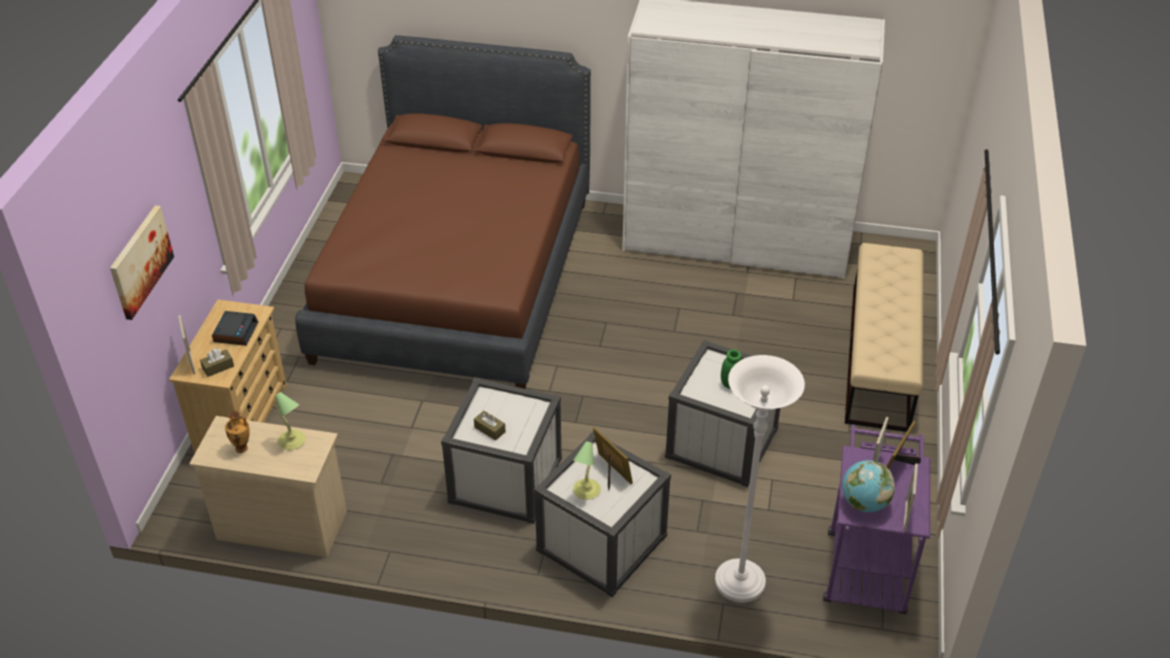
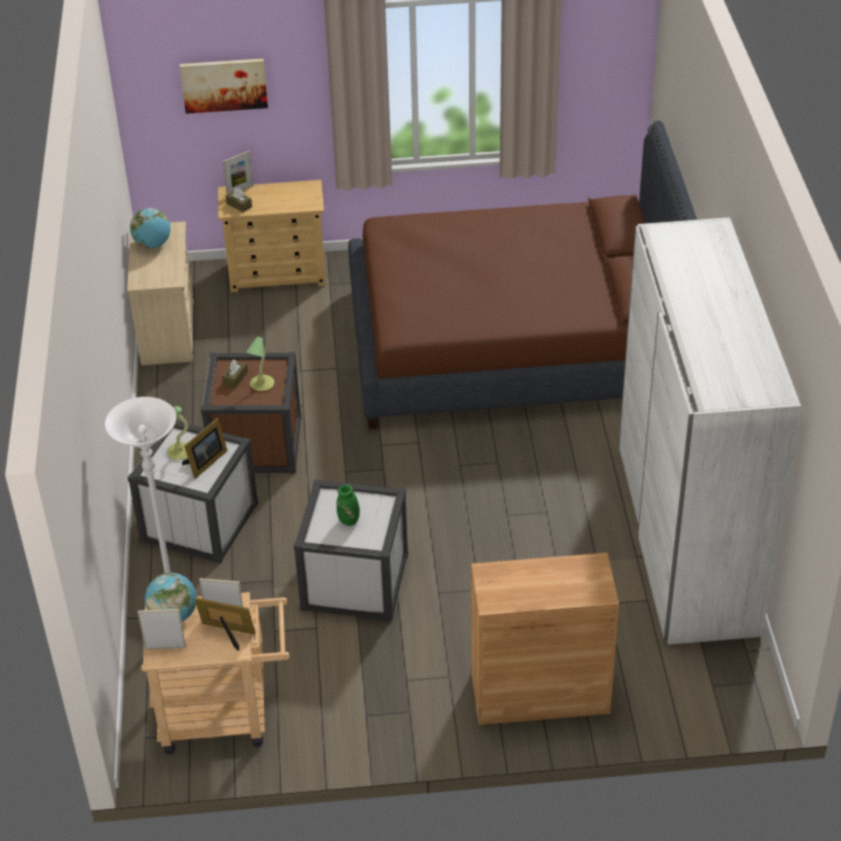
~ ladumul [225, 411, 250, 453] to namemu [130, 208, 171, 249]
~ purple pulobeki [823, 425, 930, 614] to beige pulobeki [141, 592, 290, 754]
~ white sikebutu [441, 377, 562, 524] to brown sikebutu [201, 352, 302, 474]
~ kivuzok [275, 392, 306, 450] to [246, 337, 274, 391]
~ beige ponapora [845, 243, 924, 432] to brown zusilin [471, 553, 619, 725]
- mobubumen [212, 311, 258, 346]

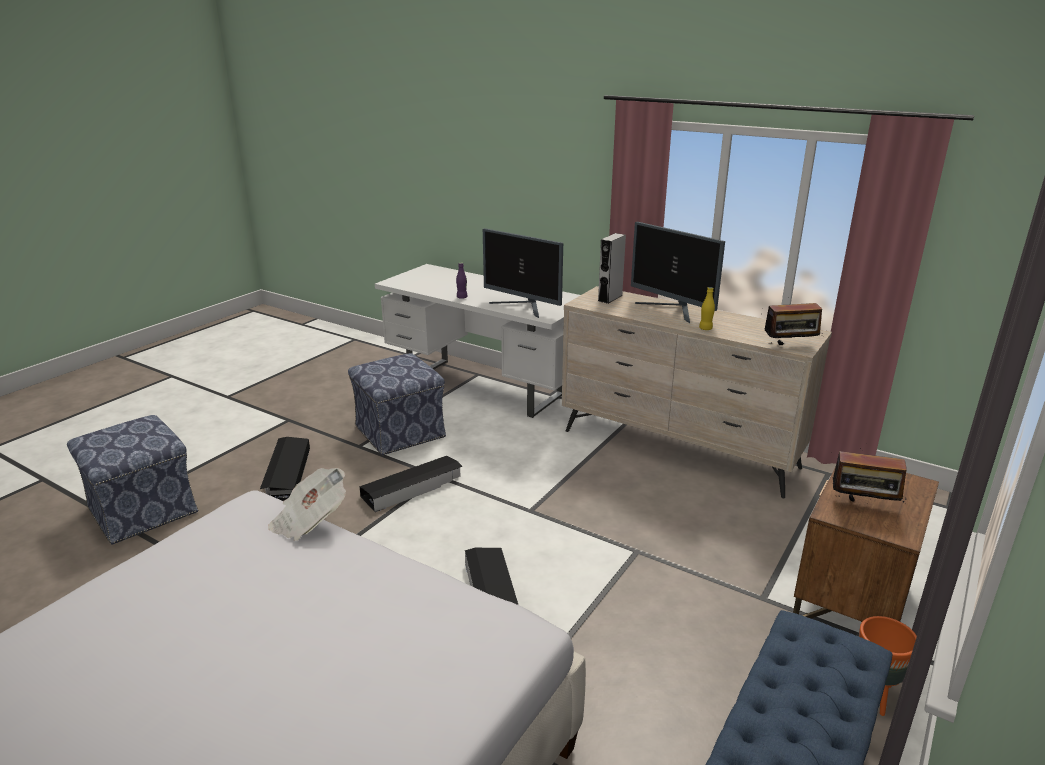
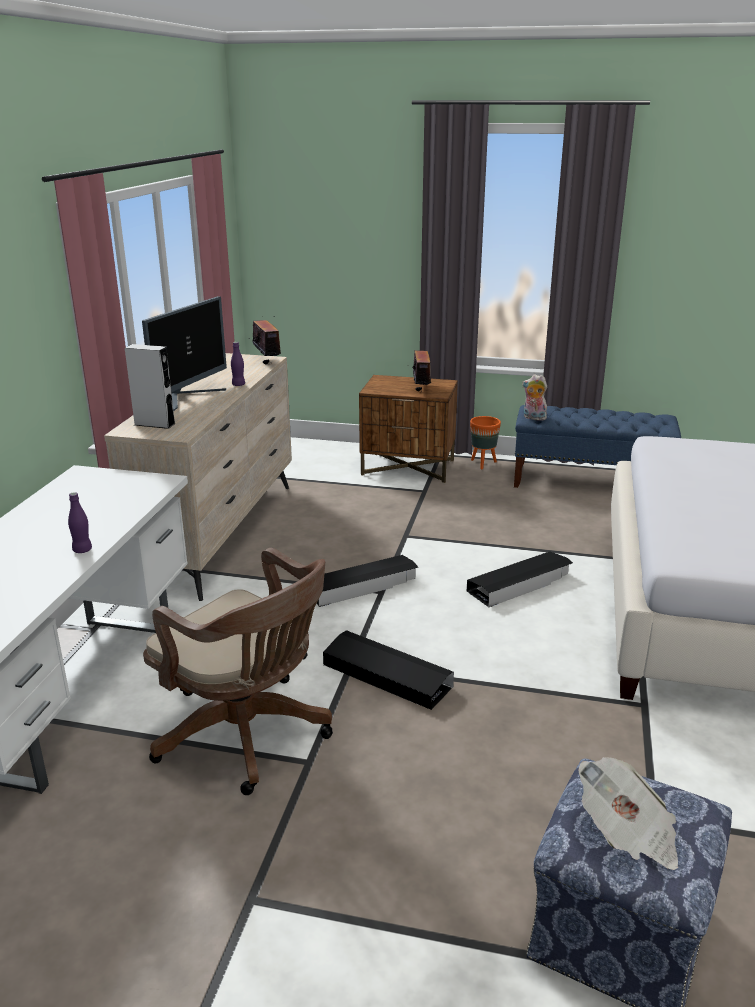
~ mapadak [348, 353, 446, 455] to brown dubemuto [143, 548, 333, 795]
~ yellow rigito [699, 287, 715, 330] to purple rigito [231, 342, 245, 386]
~ black sikebutu [260, 437, 310, 501] to [317, 555, 419, 607]
+ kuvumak [522, 374, 547, 421]
~ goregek [268, 468, 346, 541] to [578, 757, 678, 870]
- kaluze [483, 228, 563, 318]

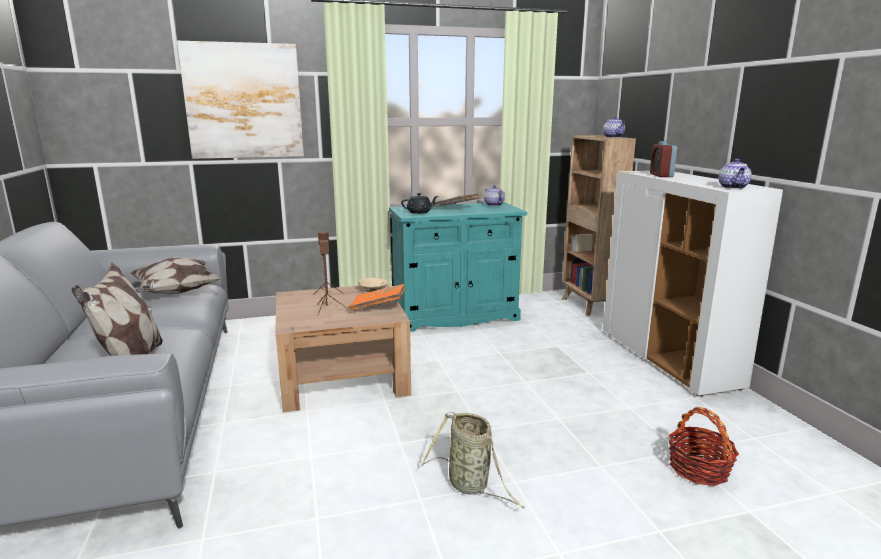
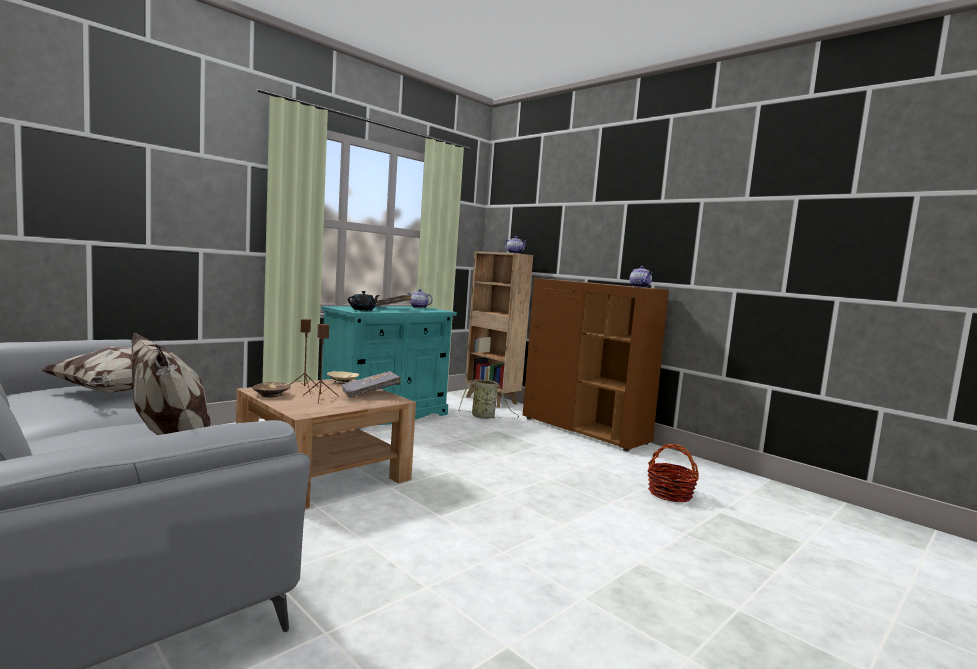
+ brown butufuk [252, 382, 291, 397]
~ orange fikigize [349, 284, 406, 311] to grey fikigize [342, 371, 401, 398]
~ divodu [421, 412, 525, 508] to [459, 379, 519, 419]
~ white zusilin [603, 170, 783, 397] to brown zusilin [523, 278, 669, 451]
- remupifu [177, 41, 304, 159]
- mobubumen [650, 141, 677, 177]

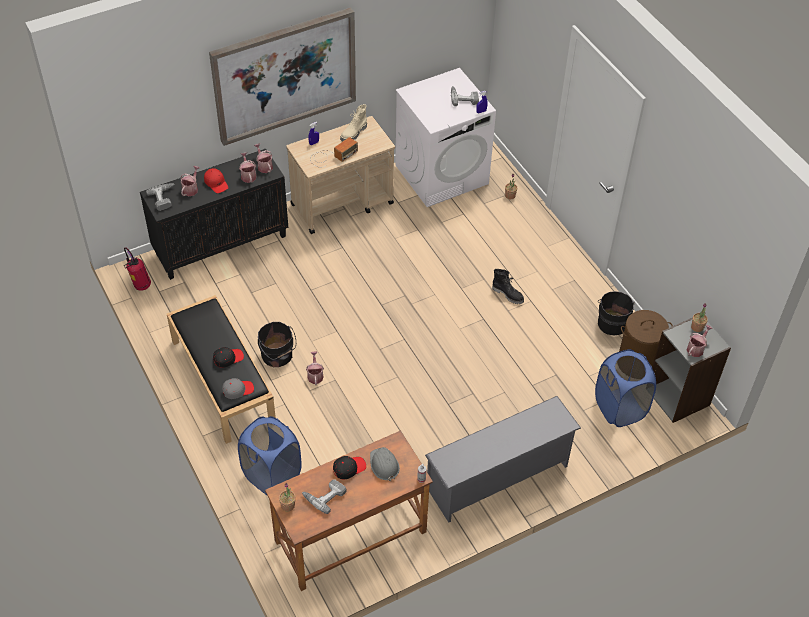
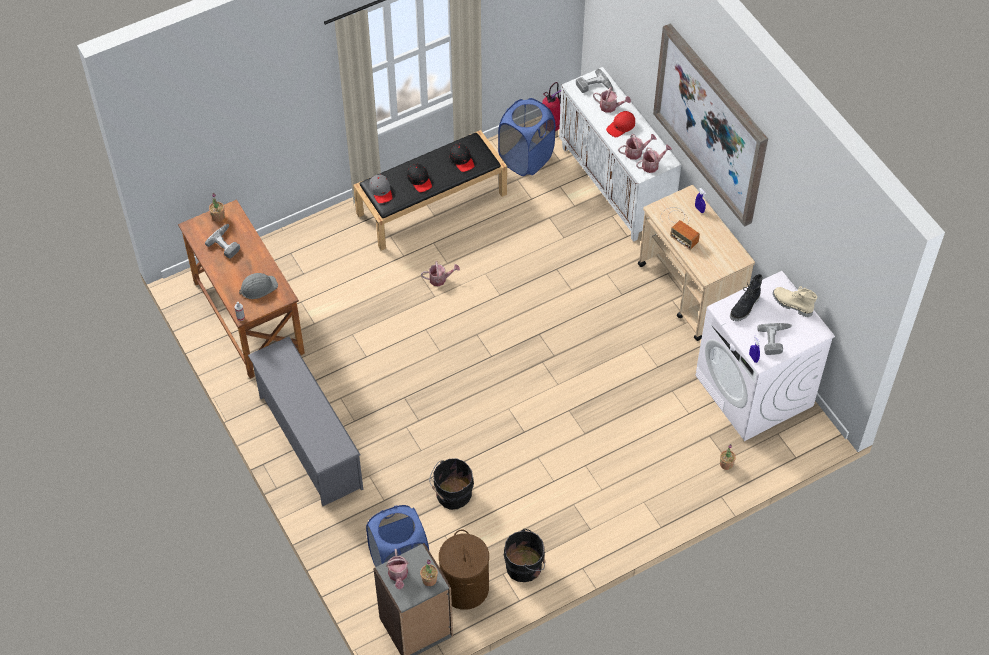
~ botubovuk [687, 325, 713, 357] = [386, 549, 408, 589] 45 degrees clockwise
~ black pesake [258, 322, 296, 367] to [429, 458, 474, 510]
~ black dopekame [333, 456, 366, 479] to [450, 144, 475, 172]
~ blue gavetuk [238, 416, 302, 495] to [498, 98, 555, 176]
~ black zusilin [140, 149, 288, 280] to white zusilin [559, 67, 681, 242]
~ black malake [492, 269, 524, 304] to [730, 274, 762, 321]
~ beige malake [340, 104, 367, 141] to [773, 286, 817, 317]

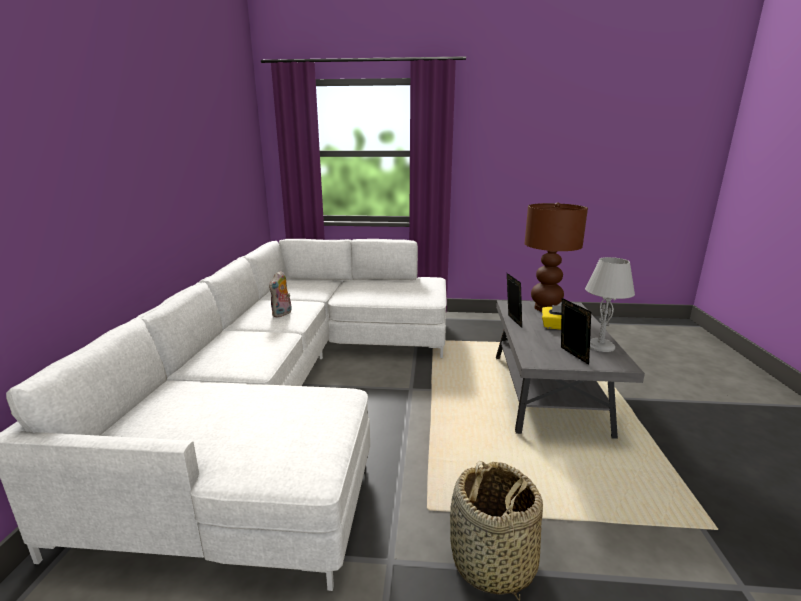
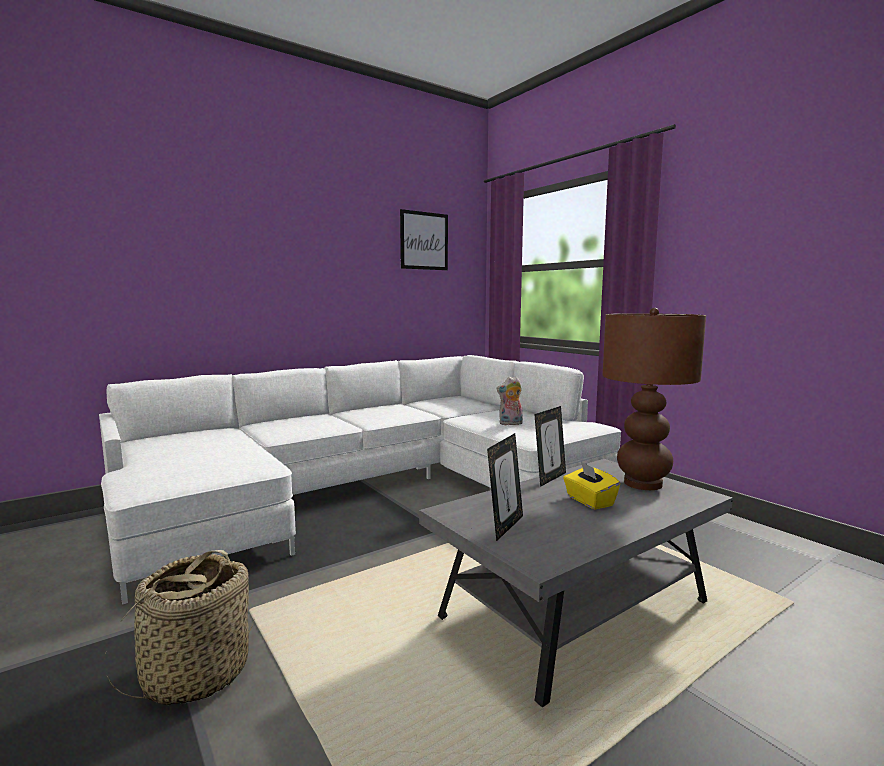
+ remupifu [400, 209, 448, 270]
~ kuvumak [269, 270, 292, 318] to [496, 376, 523, 425]
- grey kivuzok [585, 257, 635, 352]

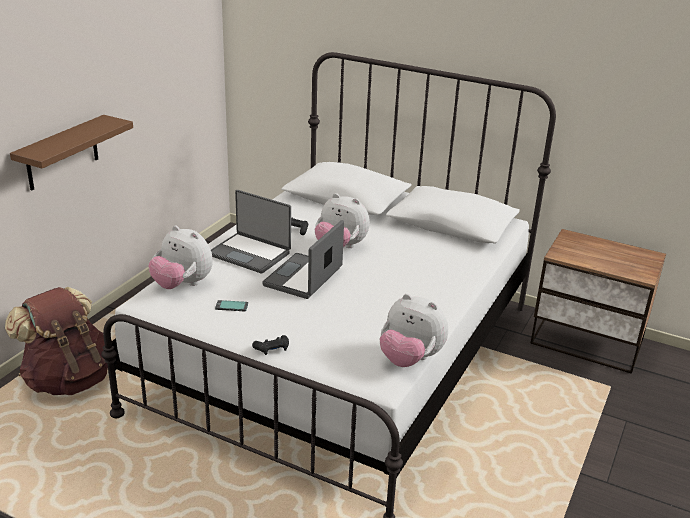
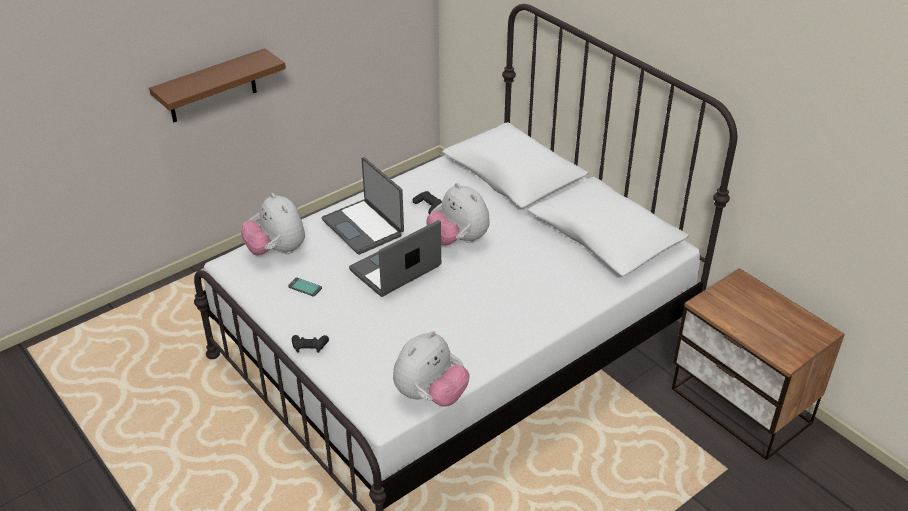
~ kuvumak [380, 294, 448, 367] = [393, 331, 470, 407] 105 degrees counterclockwise
- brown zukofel [5, 287, 112, 395]

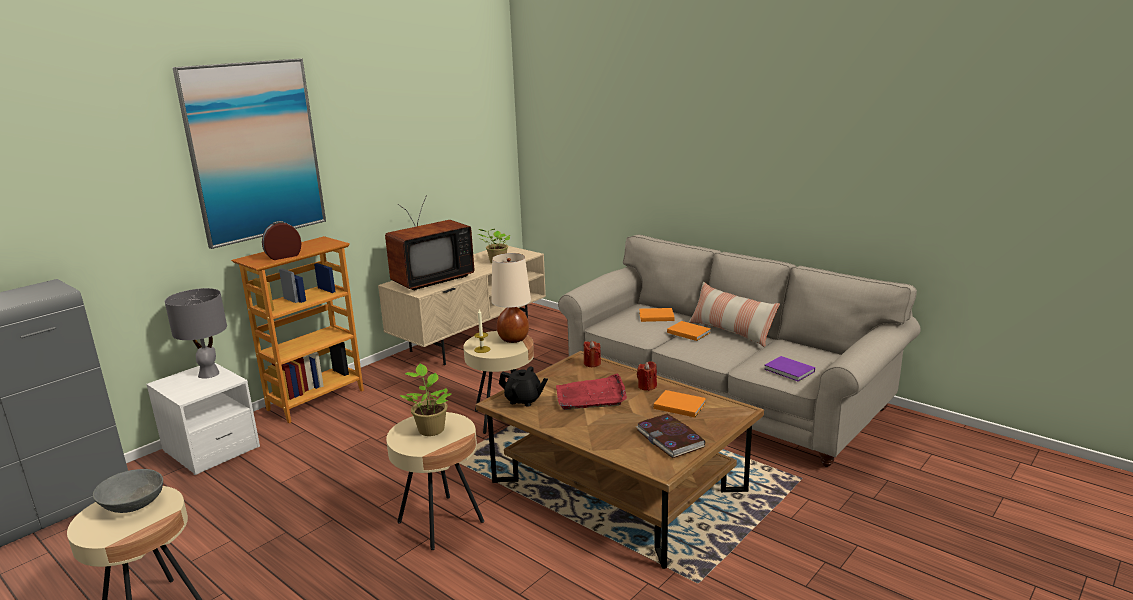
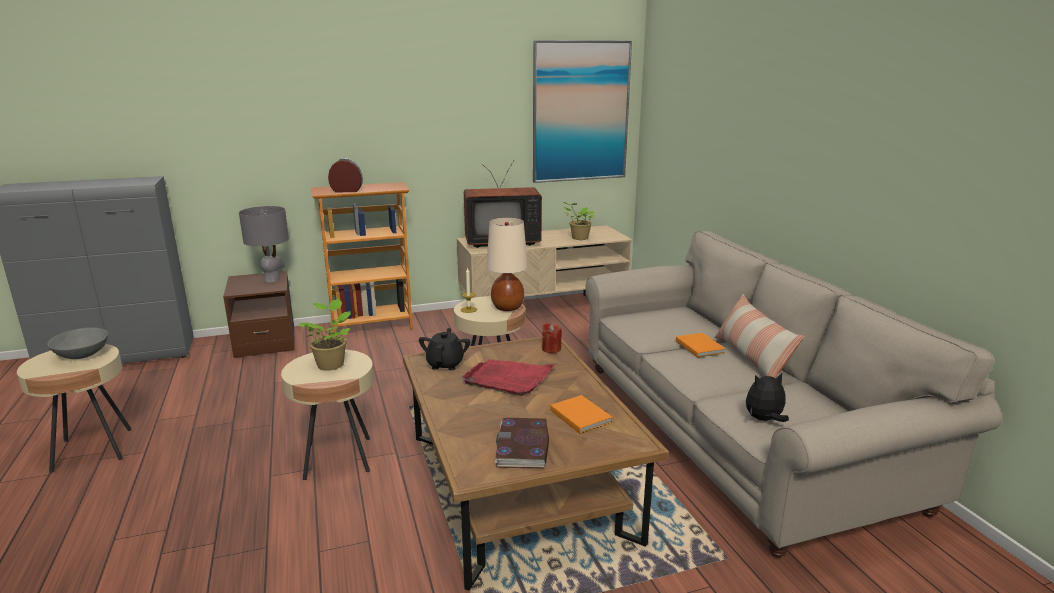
~ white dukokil [146, 363, 260, 475] to brown dukokil [223, 271, 295, 358]
~ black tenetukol [499, 367, 548, 407] = [419, 328, 470, 370] 135 degrees counterclockwise
~ remupifu [172, 58, 326, 249] to [533, 40, 632, 183]
~ purple fikigize [764, 356, 815, 381] to kuvumak [746, 373, 789, 422]
- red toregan [637, 361, 657, 391]
- orange fikigize [639, 308, 675, 322]

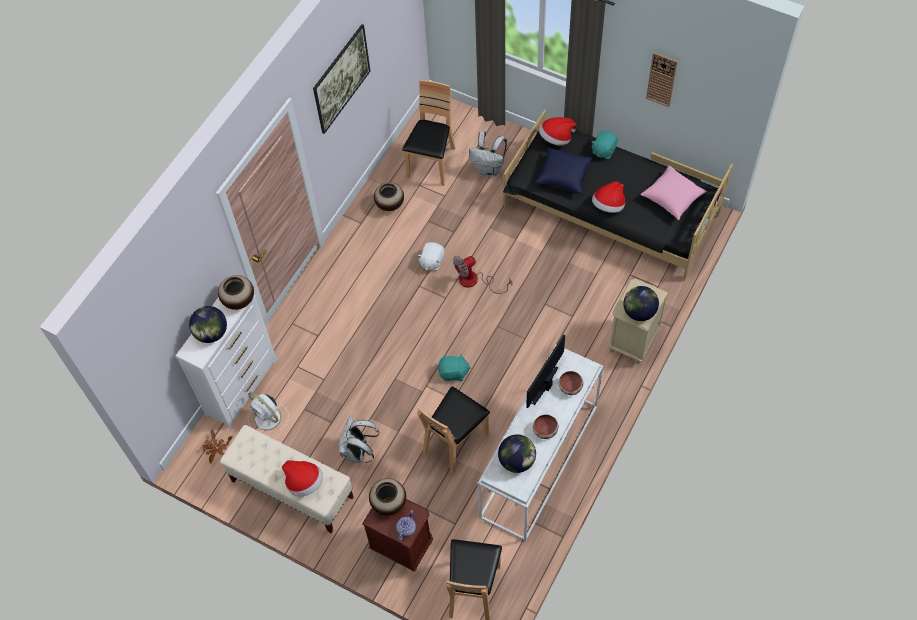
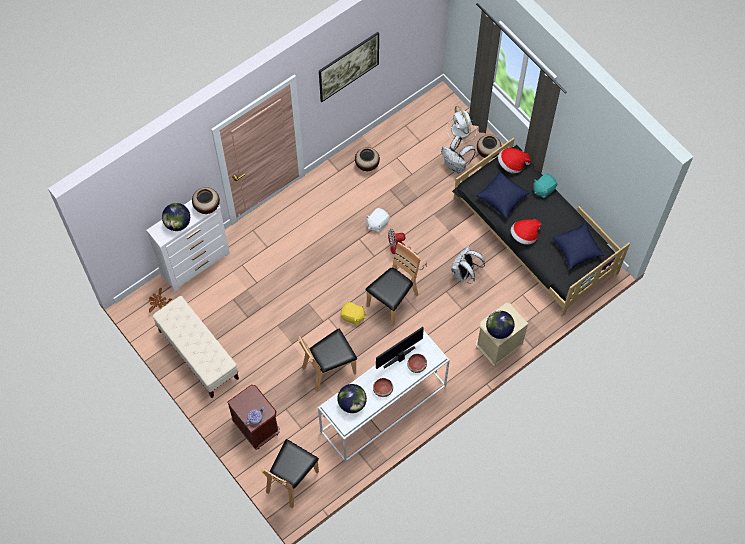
~ turquoise kuvumak [438, 354, 471, 381] to yellow kuvumak [341, 302, 366, 325]
~ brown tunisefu [402, 80, 456, 186] to [365, 242, 421, 326]
~ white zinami [248, 392, 289, 437] to [447, 106, 477, 143]
~ white zukofel [339, 416, 379, 463] to [451, 245, 485, 283]
~ ladumul [369, 478, 406, 516] to [477, 135, 502, 159]
~ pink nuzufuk [640, 165, 707, 221] to blue nuzufuk [551, 222, 604, 270]
- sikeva [282, 460, 323, 497]
- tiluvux [646, 52, 678, 107]

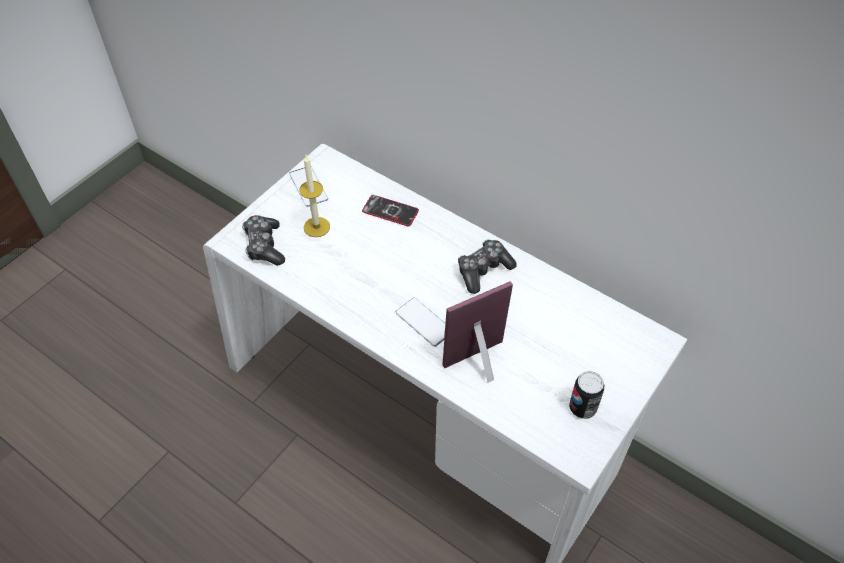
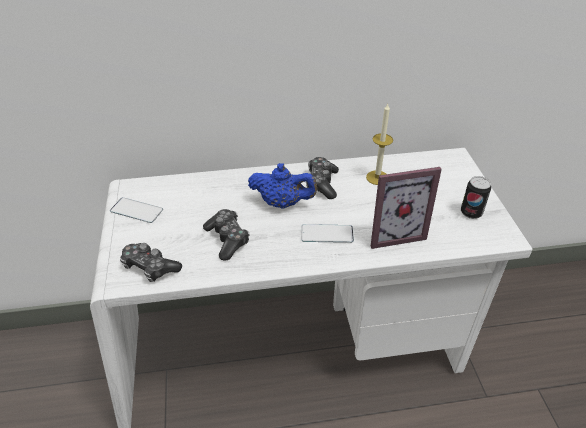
+ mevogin [203, 209, 249, 261]
+ blue tenetukol [248, 163, 317, 208]
~ toregan [299, 155, 330, 237] to [366, 104, 393, 185]
~ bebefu [442, 281, 513, 383] = [371, 167, 442, 249] 120 degrees counterclockwise
- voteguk [362, 195, 419, 226]

